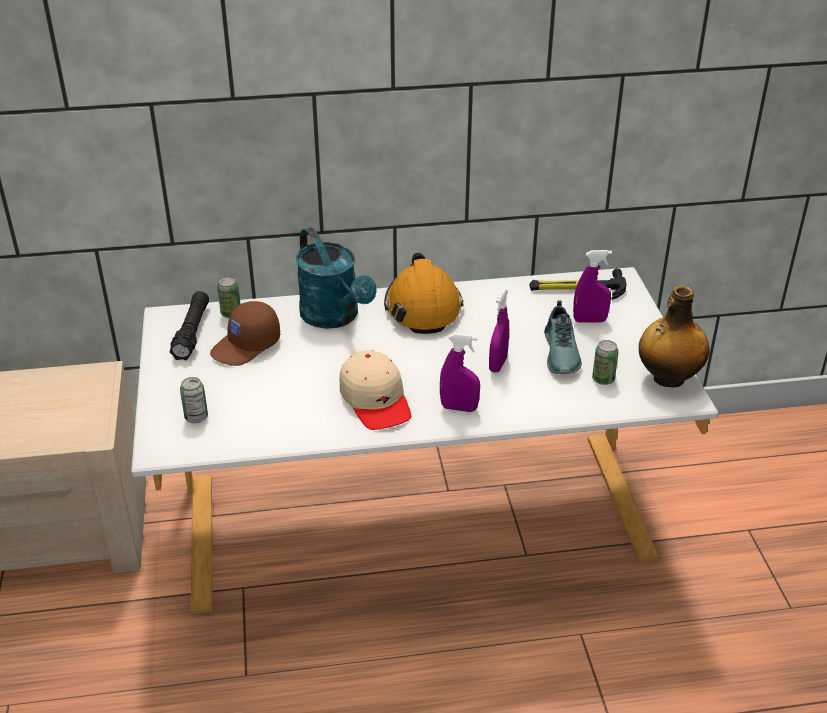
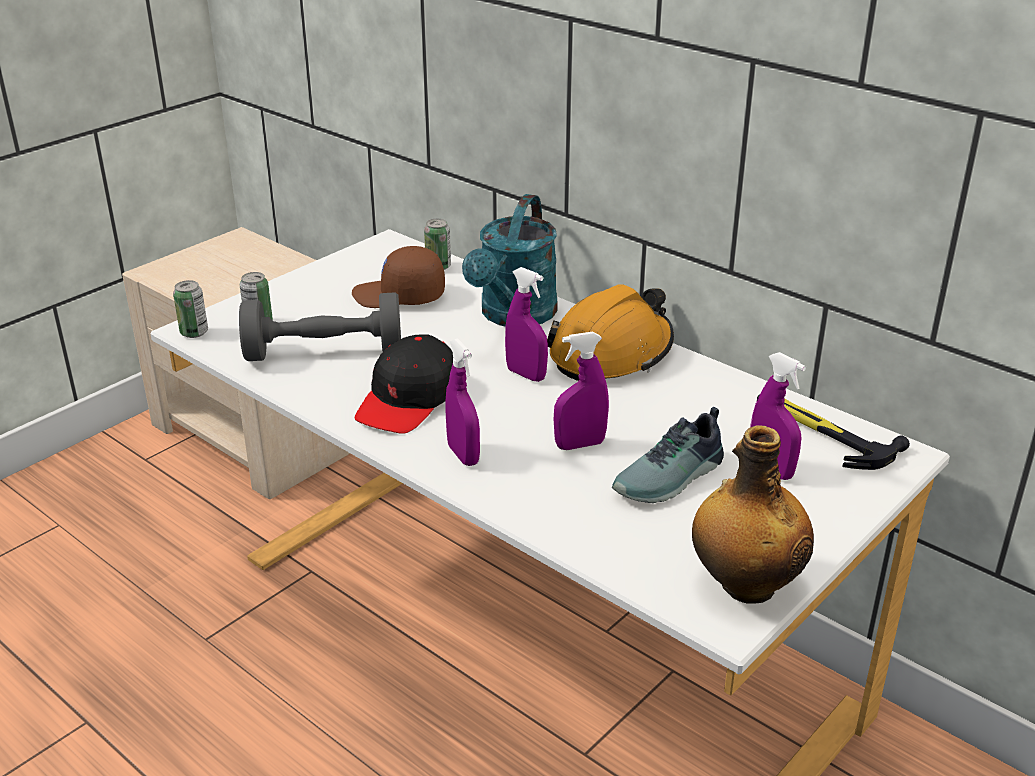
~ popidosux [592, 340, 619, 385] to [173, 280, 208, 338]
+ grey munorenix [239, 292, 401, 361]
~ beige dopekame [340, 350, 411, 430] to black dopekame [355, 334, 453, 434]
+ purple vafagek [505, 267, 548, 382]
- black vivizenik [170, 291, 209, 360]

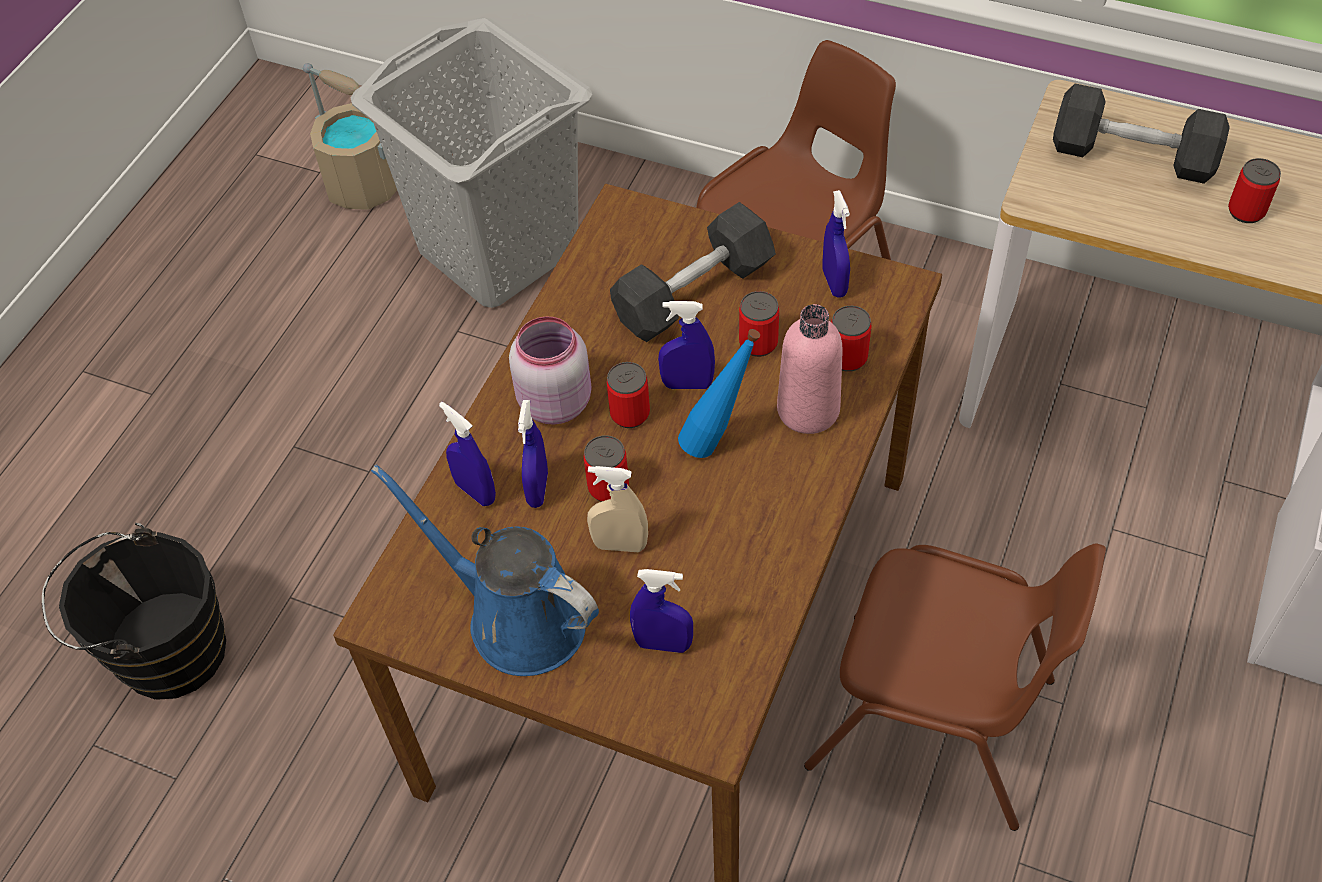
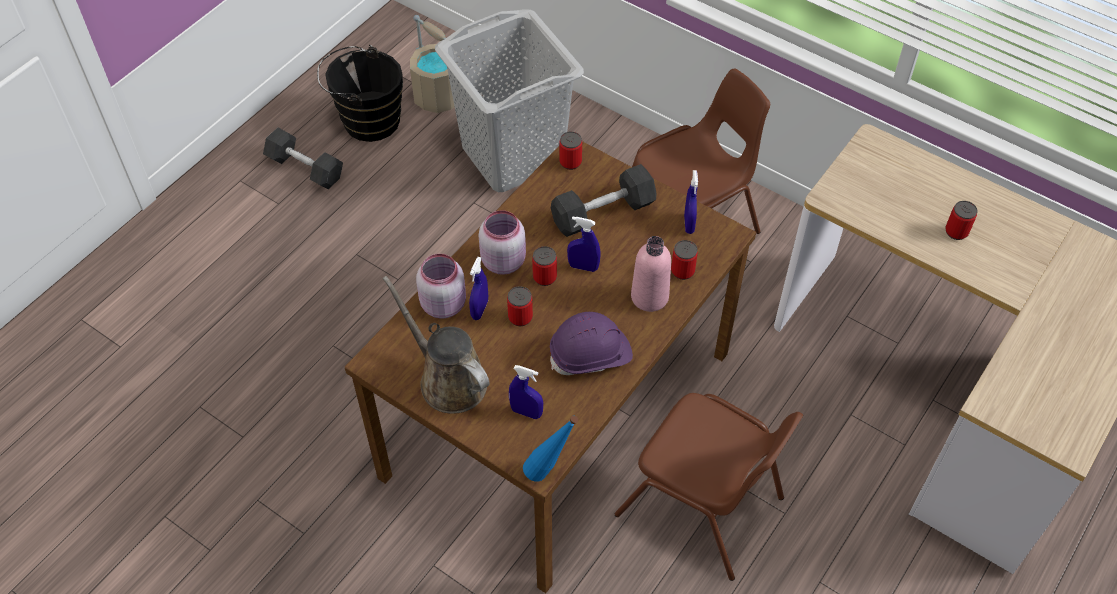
~ grey munorenix [1053, 84, 1230, 184] to [263, 127, 343, 189]
~ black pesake [42, 523, 226, 700] to [317, 45, 403, 142]
~ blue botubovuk [371, 464, 599, 676] to brown botubovuk [383, 276, 489, 414]
~ blue vafagek [439, 402, 496, 506] to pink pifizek [416, 254, 466, 319]
~ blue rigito [678, 329, 760, 458] to [523, 416, 578, 482]
+ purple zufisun [550, 312, 633, 375]
~ popidosux [739, 291, 779, 357] to [559, 131, 582, 170]
- beige vafagek [587, 466, 648, 552]

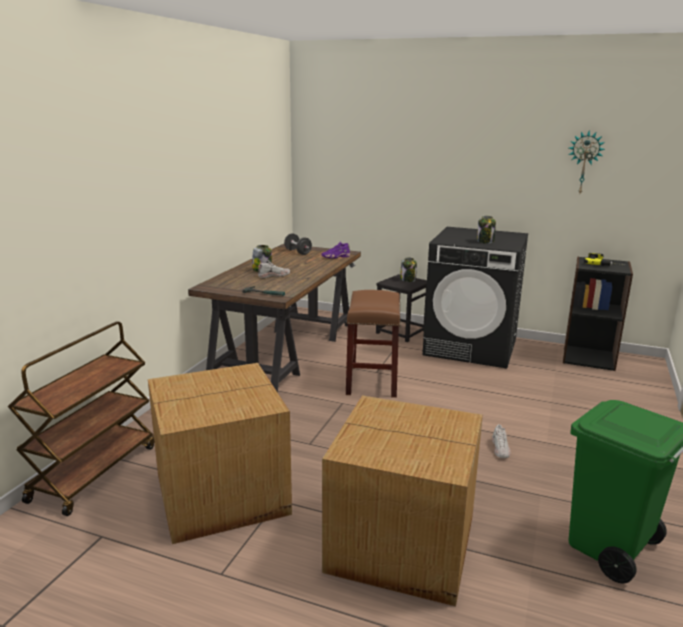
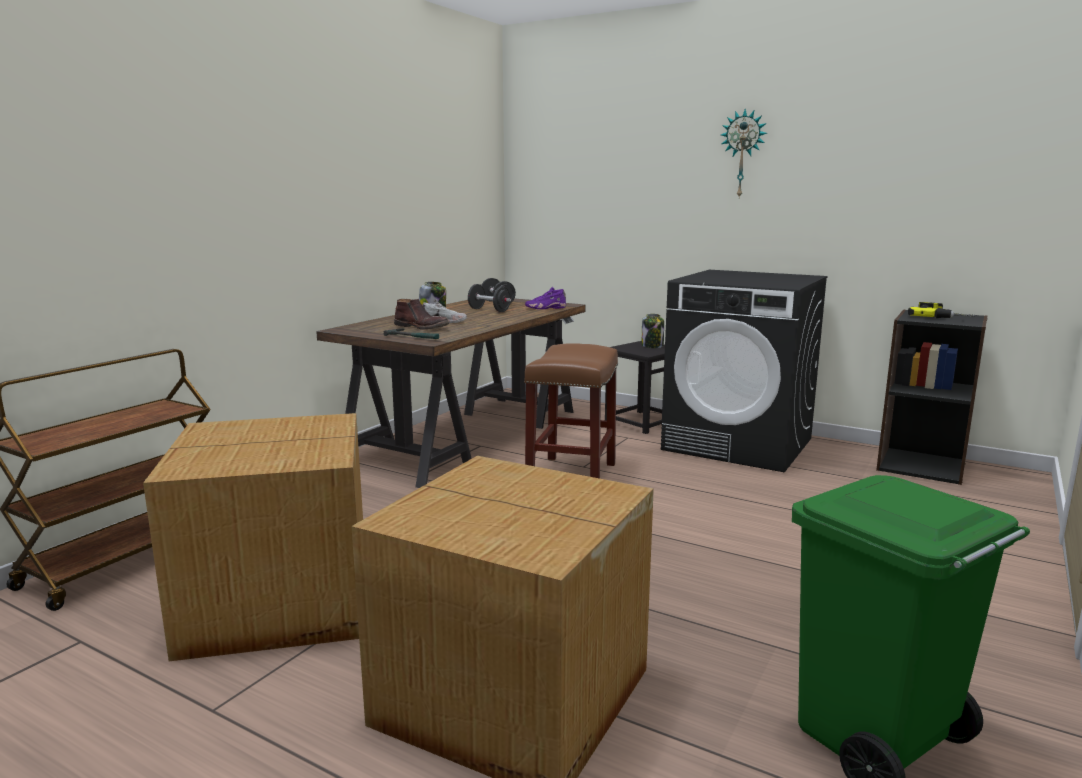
+ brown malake [394, 299, 449, 330]
+ black munorenix [468, 284, 511, 312]
~ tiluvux [569, 130, 606, 193] to [721, 109, 767, 197]
- pifizek [477, 216, 496, 244]
- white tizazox [492, 424, 511, 458]

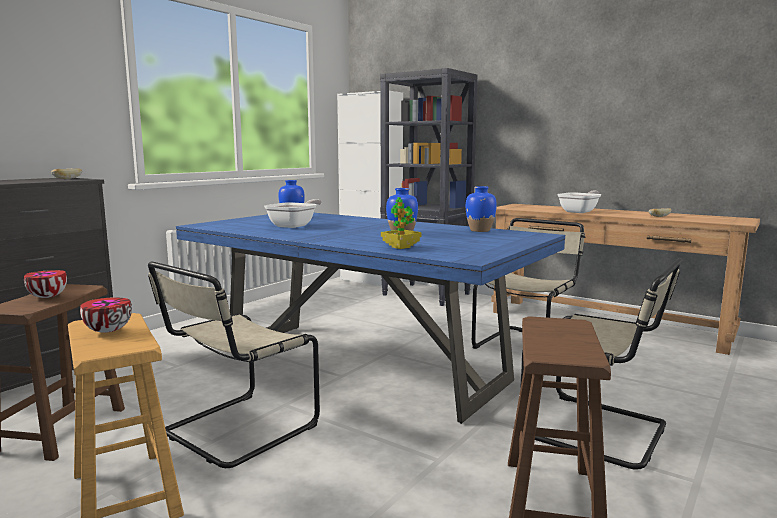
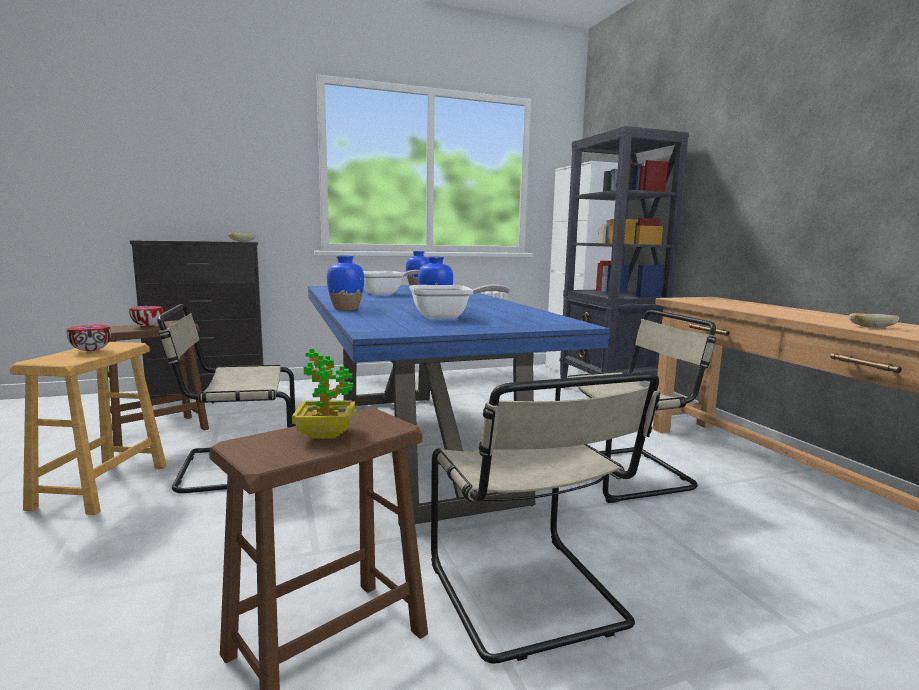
~ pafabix [381, 197, 421, 249] to [292, 348, 355, 439]
~ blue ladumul [466, 186, 497, 232] to [327, 255, 364, 310]
~ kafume [557, 190, 601, 213] to [409, 285, 510, 319]

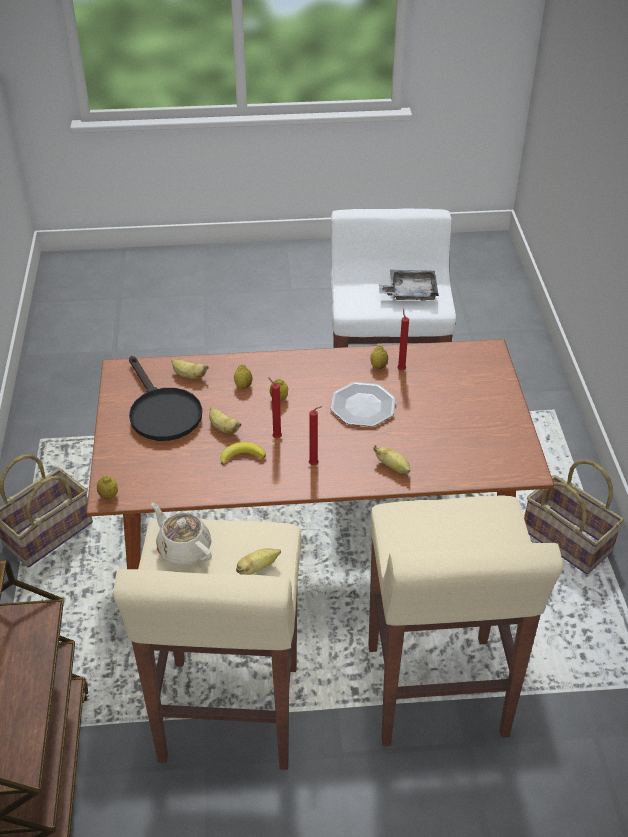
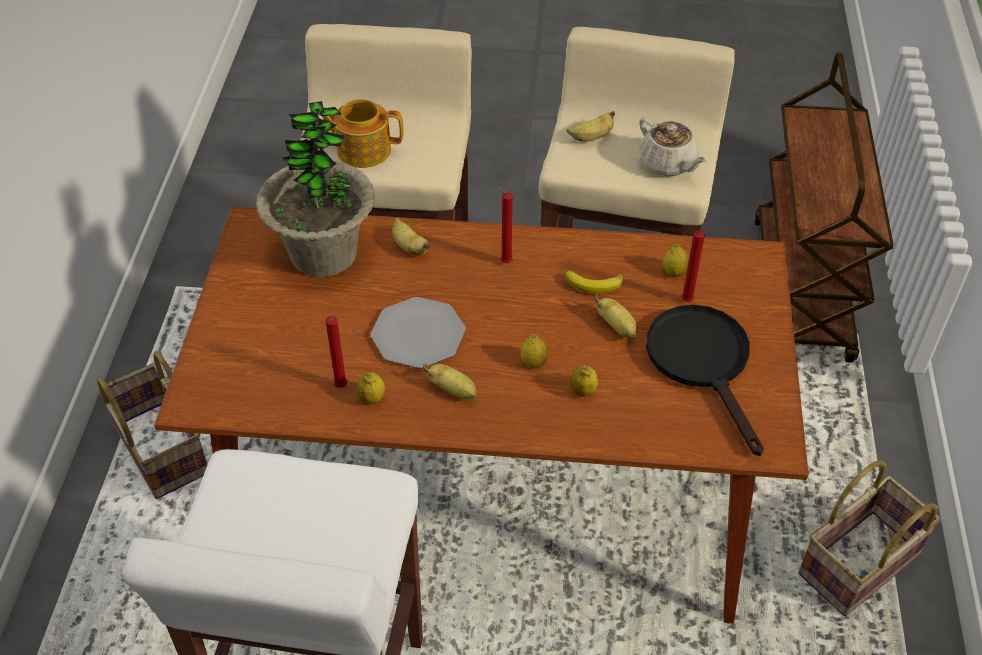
+ pafabix [256, 101, 375, 277]
+ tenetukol [323, 99, 403, 168]
~ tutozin [171, 359, 208, 379] to [423, 363, 477, 399]
~ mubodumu [97, 475, 118, 499] to [663, 244, 689, 277]
~ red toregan [268, 377, 282, 438] to [681, 229, 710, 302]
- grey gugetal [379, 270, 439, 301]

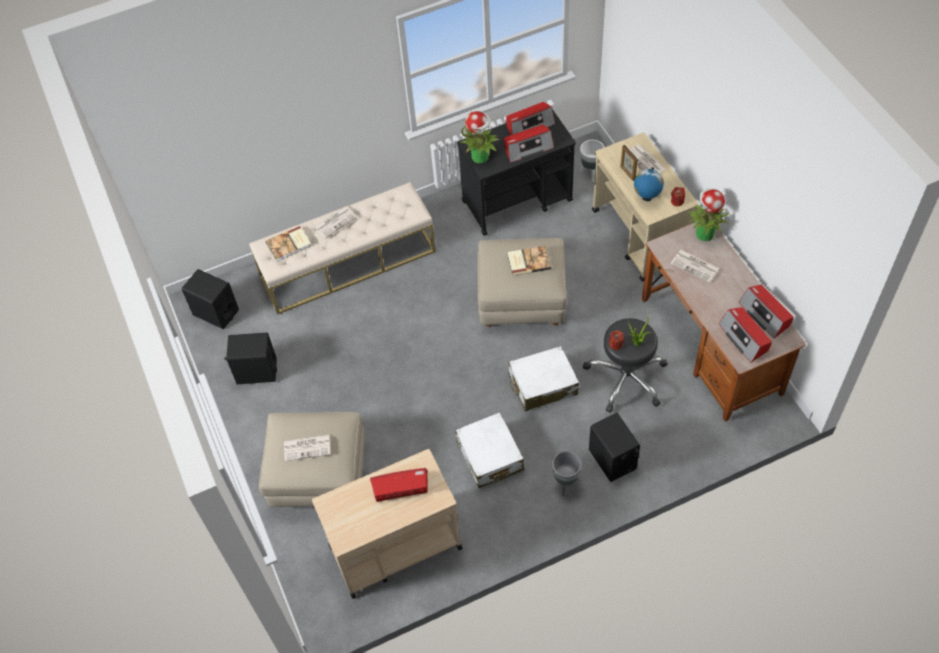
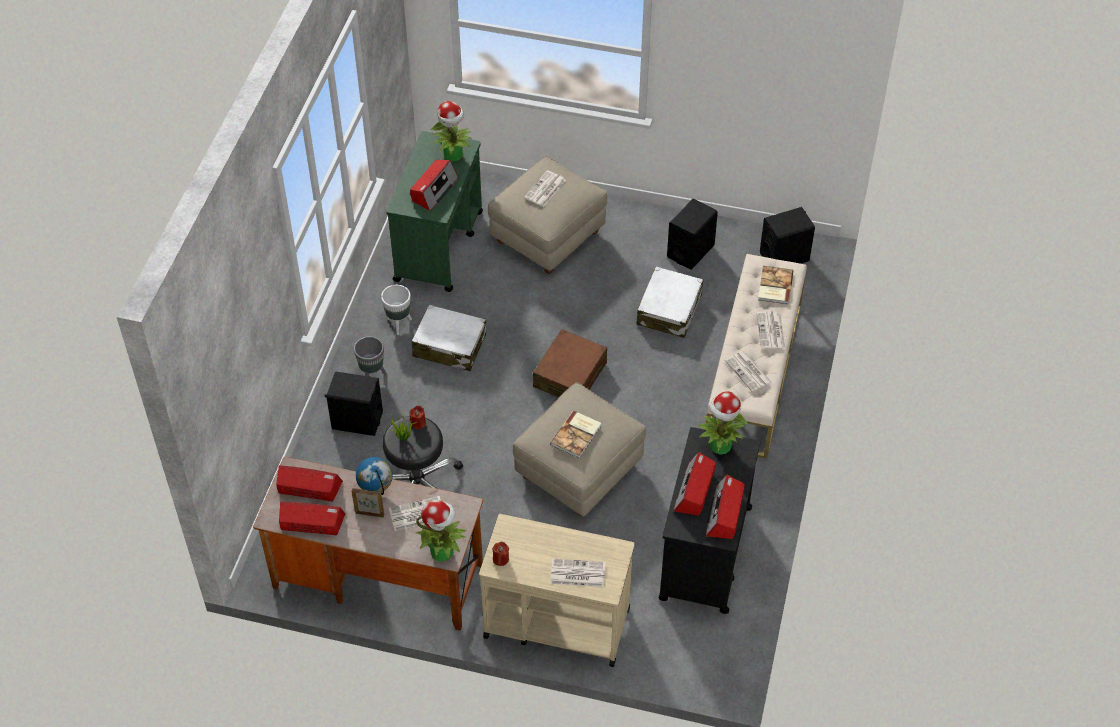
~ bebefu [620, 145, 638, 181] to [351, 488, 384, 518]
~ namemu [634, 167, 664, 201] to [356, 457, 393, 495]
~ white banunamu [580, 140, 604, 182] to [381, 285, 412, 335]
~ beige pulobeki [312, 449, 463, 599] to green pulobeki [386, 131, 483, 292]
+ pafabix [431, 101, 472, 162]
+ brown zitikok [533, 329, 607, 397]
~ white zitikok [508, 346, 579, 411] to [636, 267, 703, 338]
+ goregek [725, 351, 772, 392]

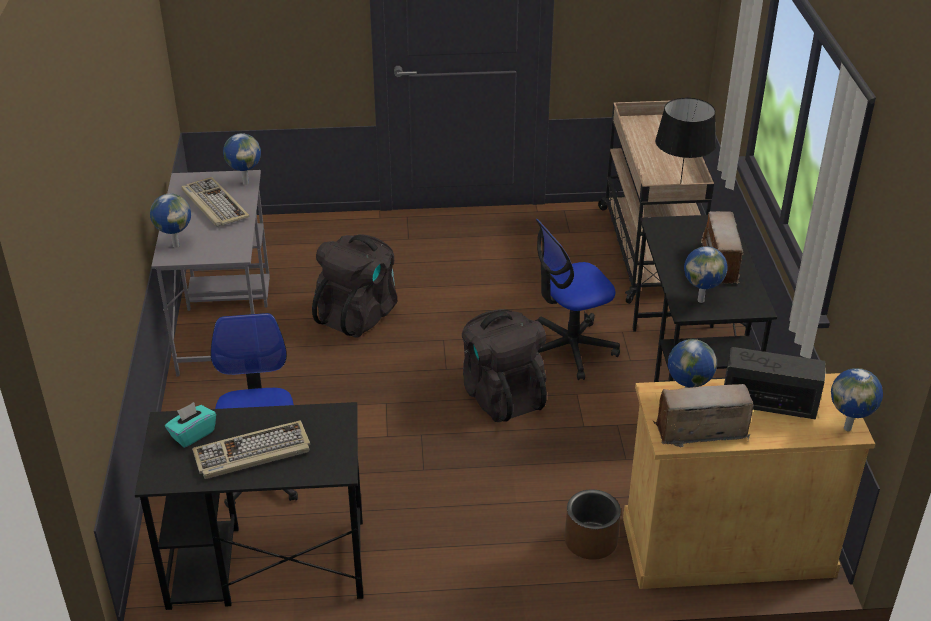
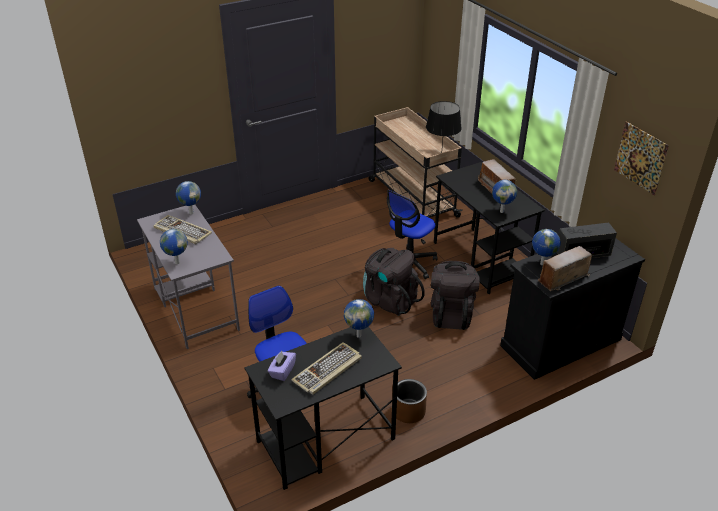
~ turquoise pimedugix [165, 402, 216, 448] to purple pimedugix [268, 351, 296, 381]
~ namemu [831, 368, 883, 431] to [344, 299, 374, 338]
~ brown banunamu [564, 489, 621, 560] to [396, 379, 427, 423]
~ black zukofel [312, 234, 397, 338] to [431, 261, 480, 330]
~ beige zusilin [623, 373, 875, 589] to black zusilin [500, 239, 645, 380]
+ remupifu [614, 122, 669, 195]

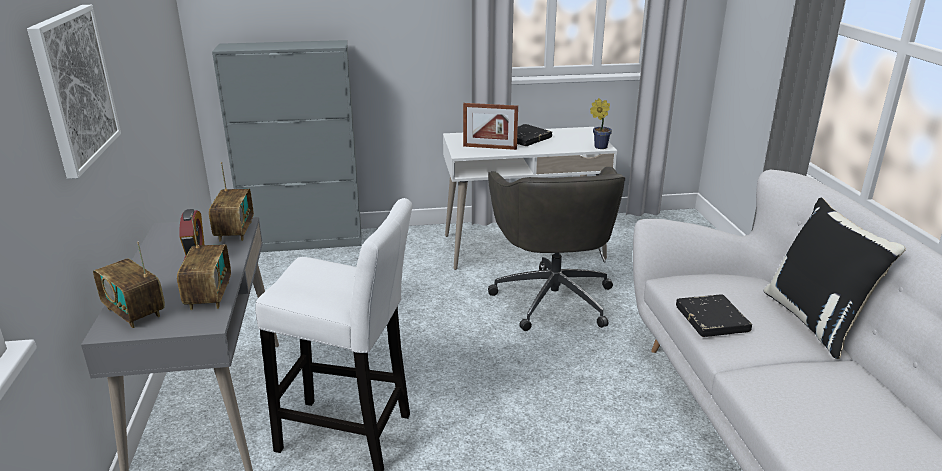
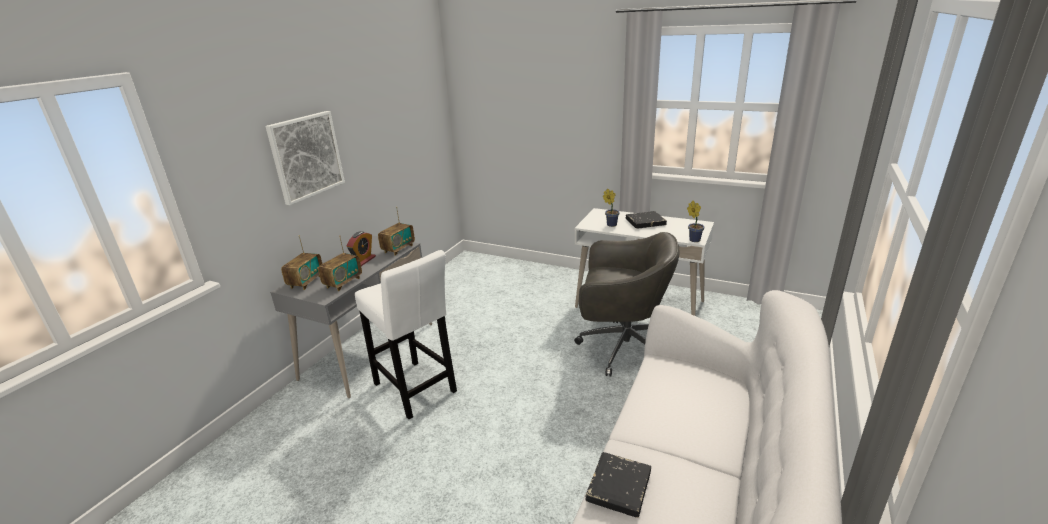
~ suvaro [93, 241, 165, 328] = [281, 235, 322, 290] 150 degrees counterclockwise
~ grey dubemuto [488, 167, 625, 331] = [574, 232, 680, 377] 105 degrees counterclockwise
~ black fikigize [676, 294, 752, 337] to [586, 452, 651, 518]
~ bebefu [463, 103, 518, 150] to pafabix [603, 189, 620, 227]
- grey zusilin [212, 40, 362, 252]
- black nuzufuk [764, 198, 906, 359]

